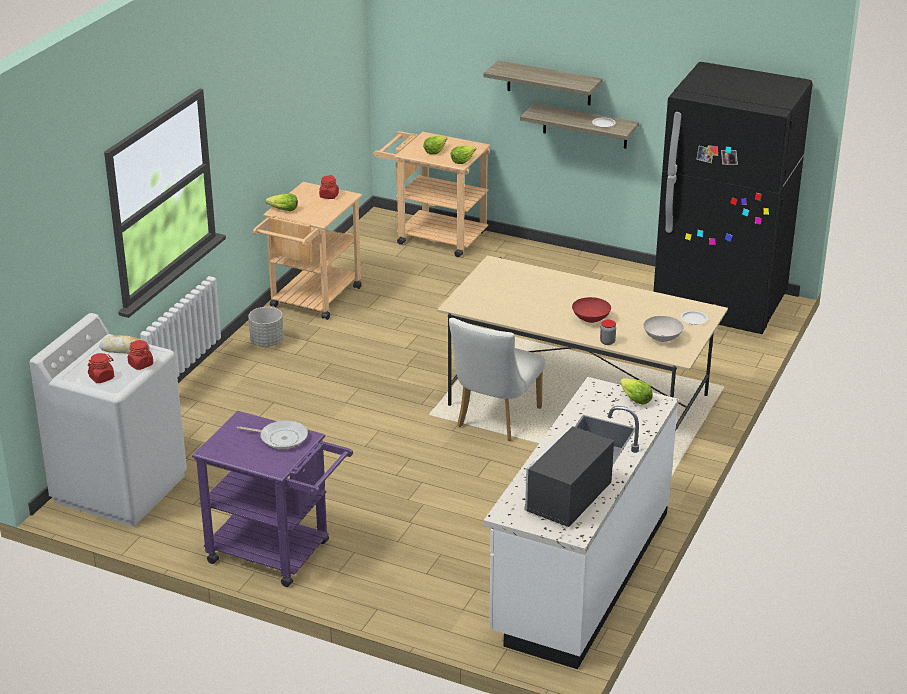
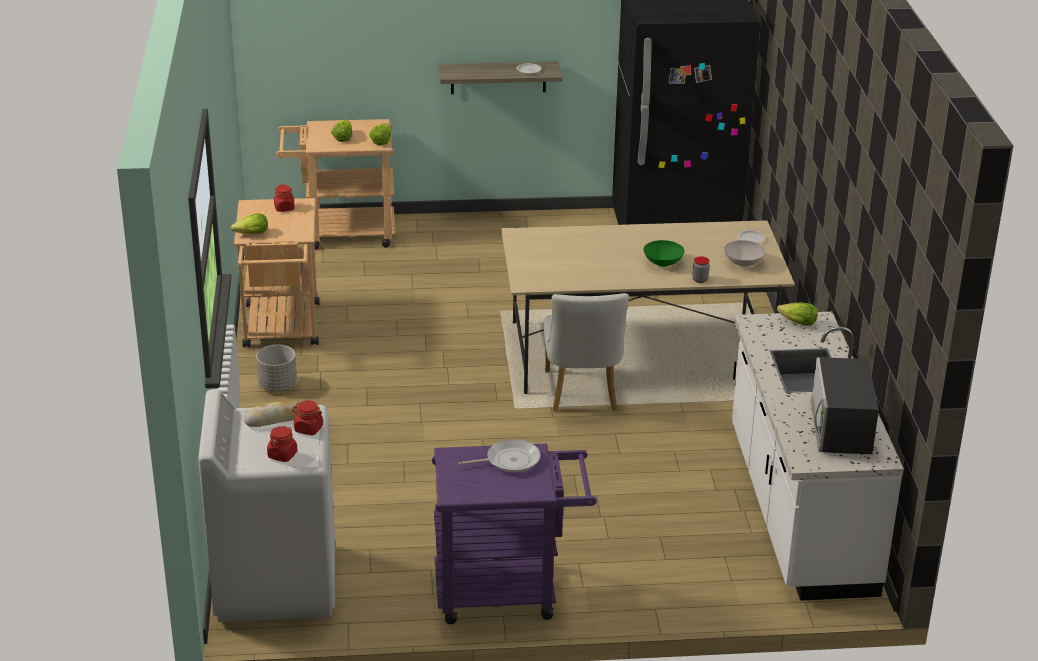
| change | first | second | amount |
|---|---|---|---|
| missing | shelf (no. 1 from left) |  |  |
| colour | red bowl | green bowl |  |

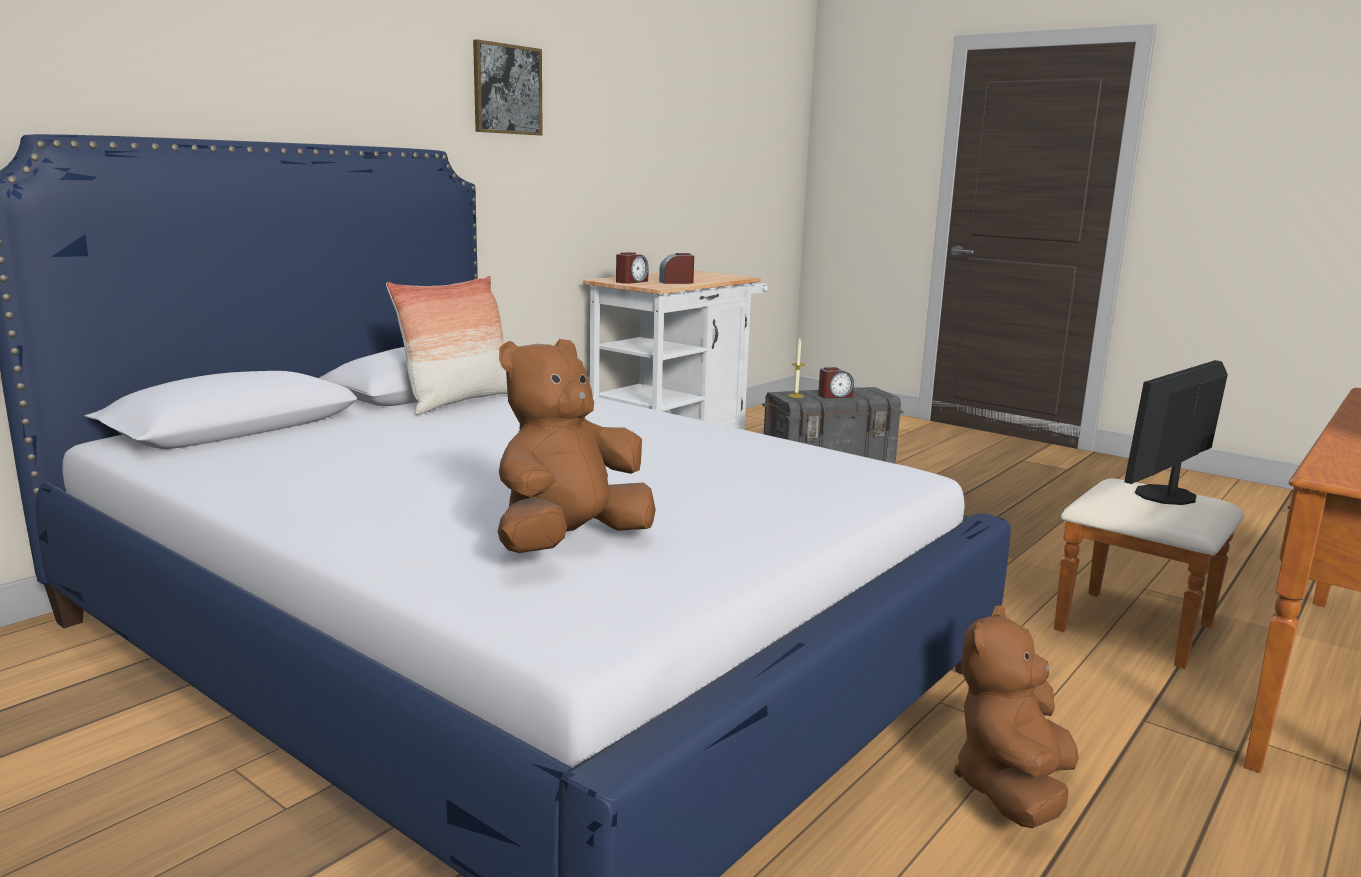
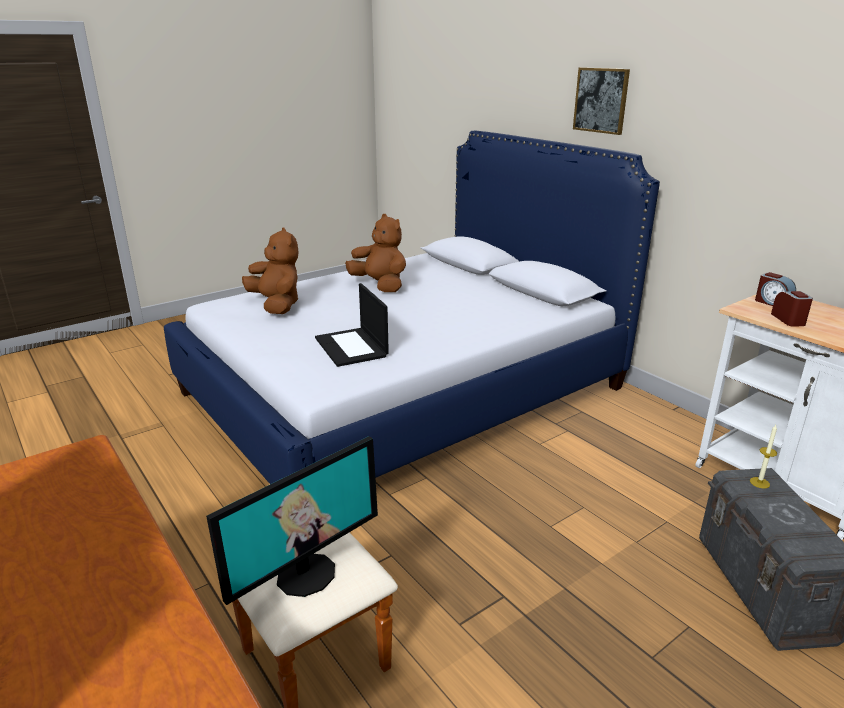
| change | first | second | amount |
|---|---|---|---|
| missing | pillow |  |  |
| relocated | picture |  |  |
| missing | alarm clock (no. 3 from left) |  |  |
| relocated | brown plush toy (no. 2 from left) |  |  |
| spun | monitor |  | 75 degrees clockwise |
| appeared |  | laptop |  |

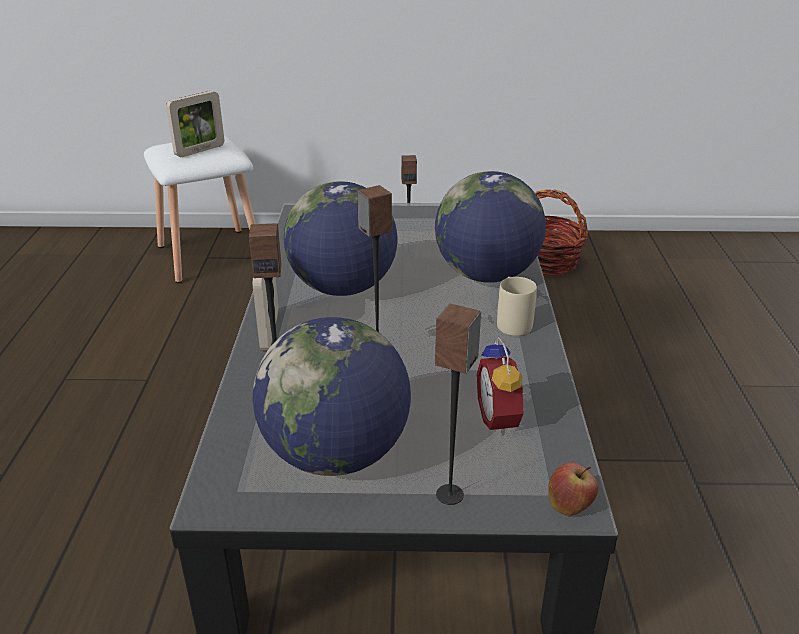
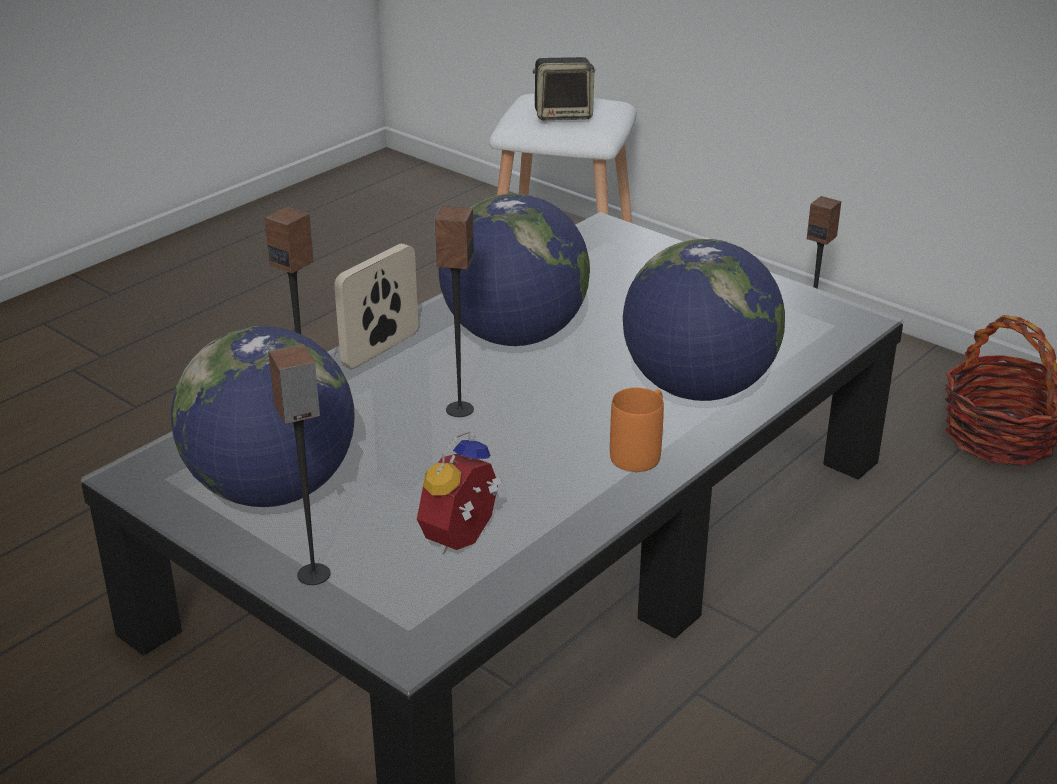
| change | first | second | amount |
|---|---|---|---|
| exchanged | picture frame (no. 1 from left) | speaker (no. 4 from left) |  |
| colour | beige mug | orange mug |  |
| missing | apple |  |  |

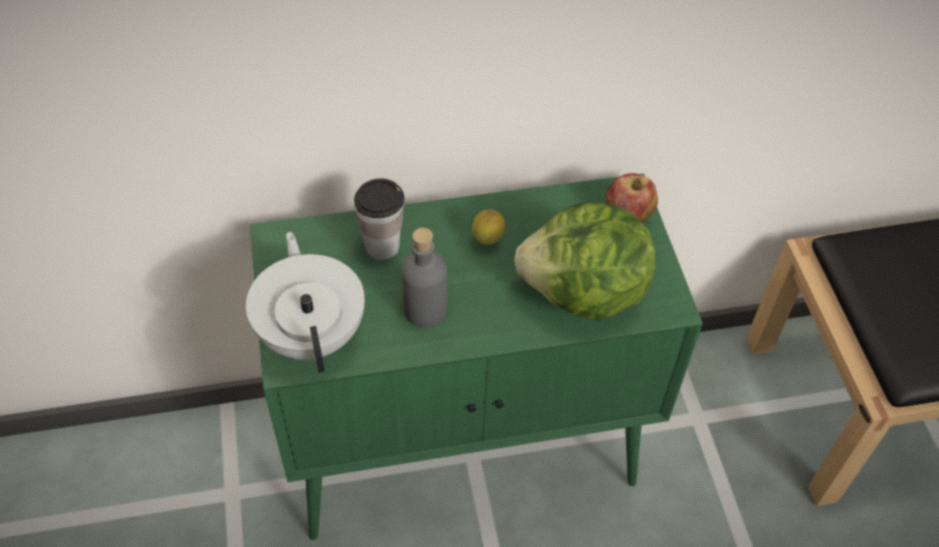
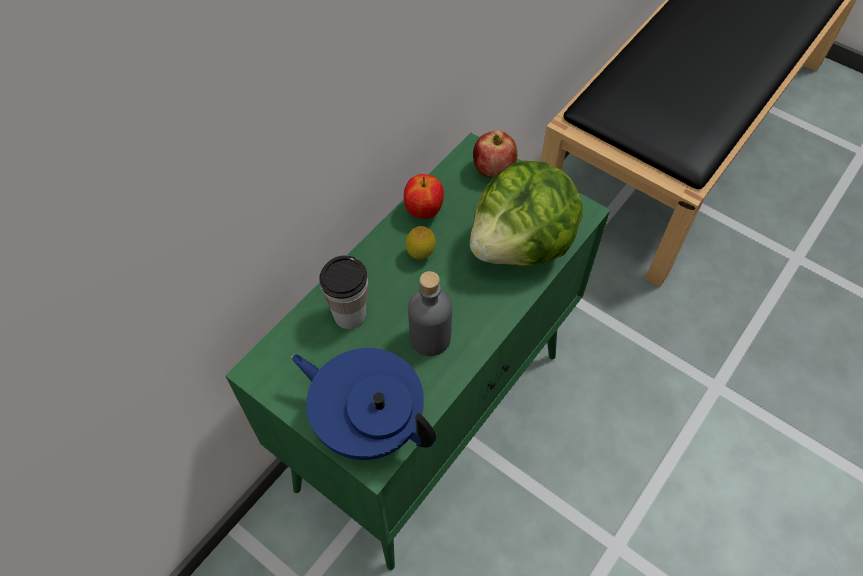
| change | first | second | amount |
|---|---|---|---|
| colour | white teapot | blue teapot |  |
| appeared |  | apple (no. 1 from left) |  |

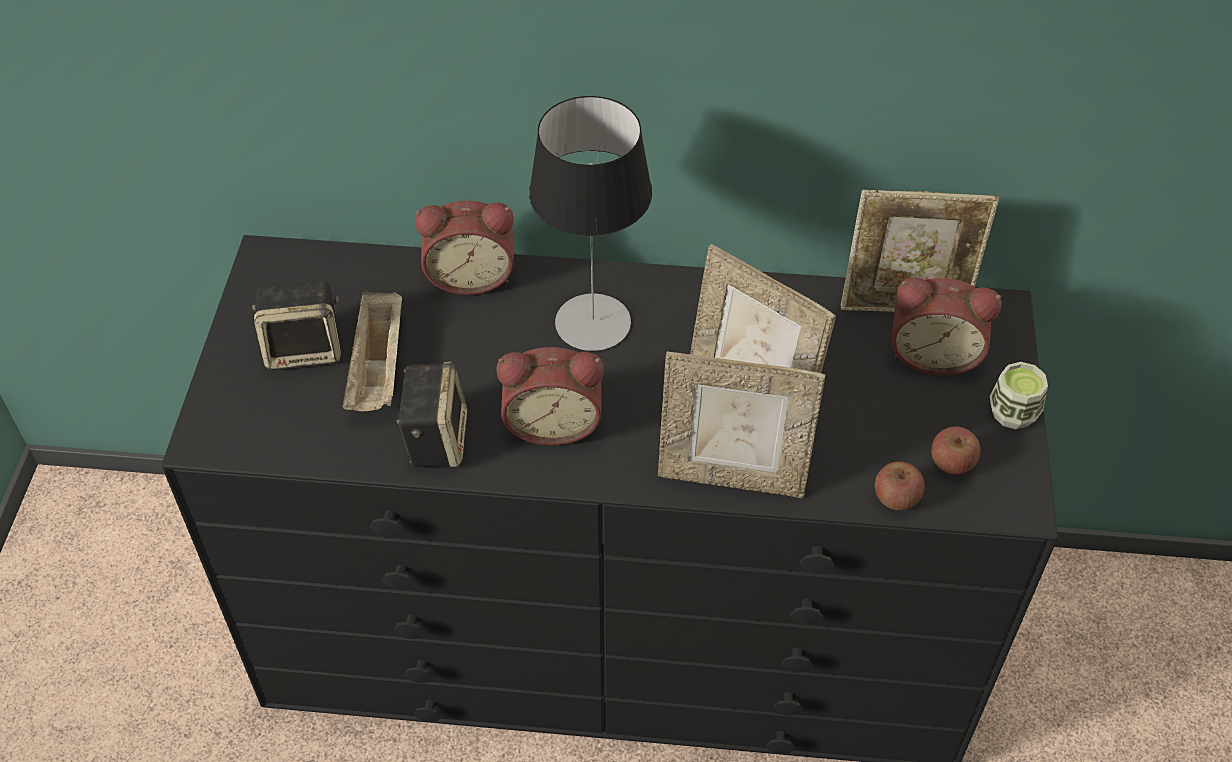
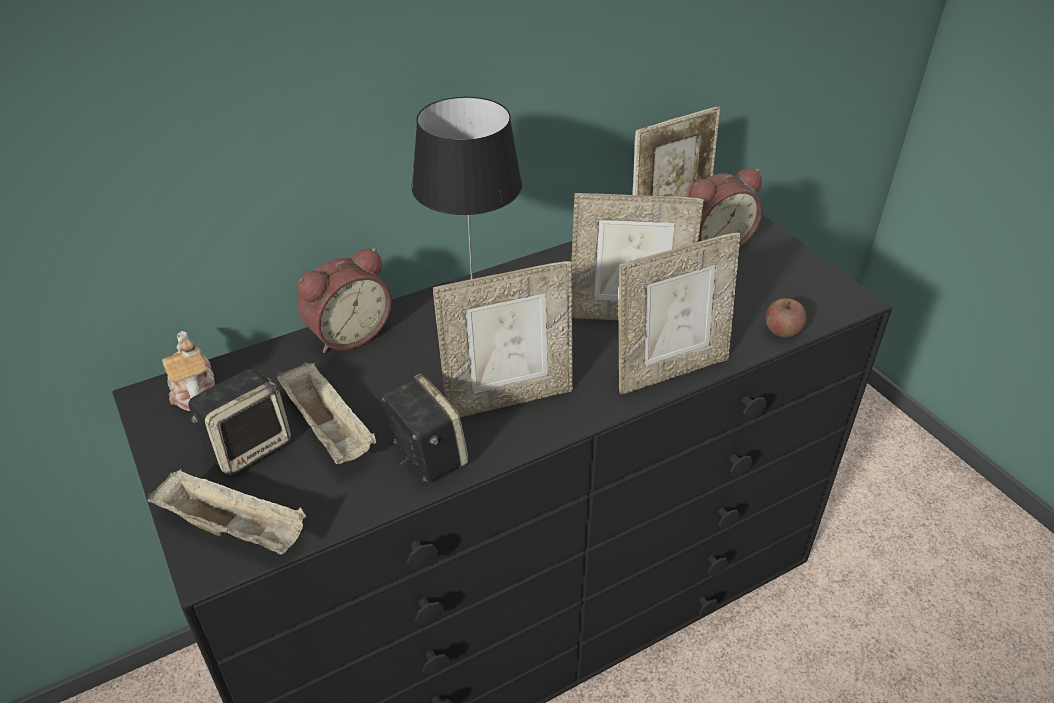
| change | first | second | amount |
|---|---|---|---|
| exchanged | alarm clock (no. 2 from left) | picture frame (no. 1 from left) |  |
| missing | apple (no. 2 from left) |  |  |
| missing | cup |  |  |
| appeared |  | beige tray (no. 1 from left) |  |
| appeared |  | teapot |  |

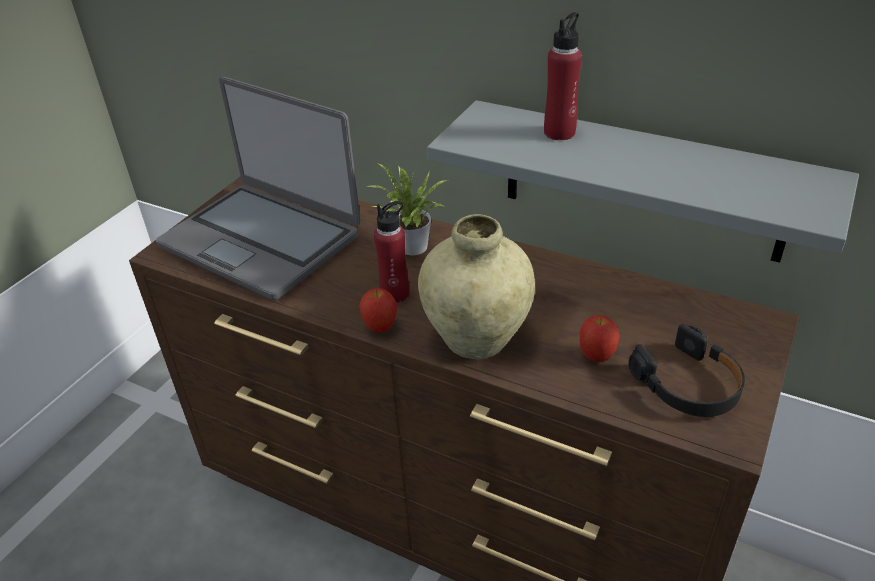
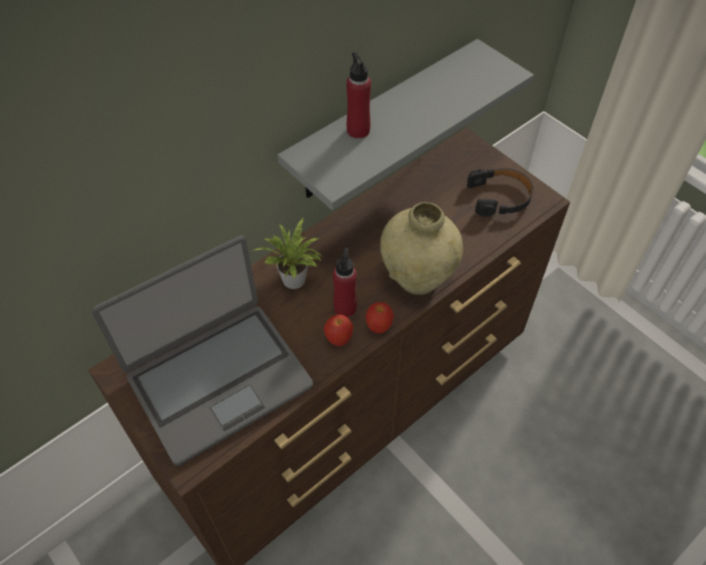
| change | first | second | amount |
|---|---|---|---|
| relocated | apple (no. 2 from left in the first image) | apple (no. 1 from left) |  |

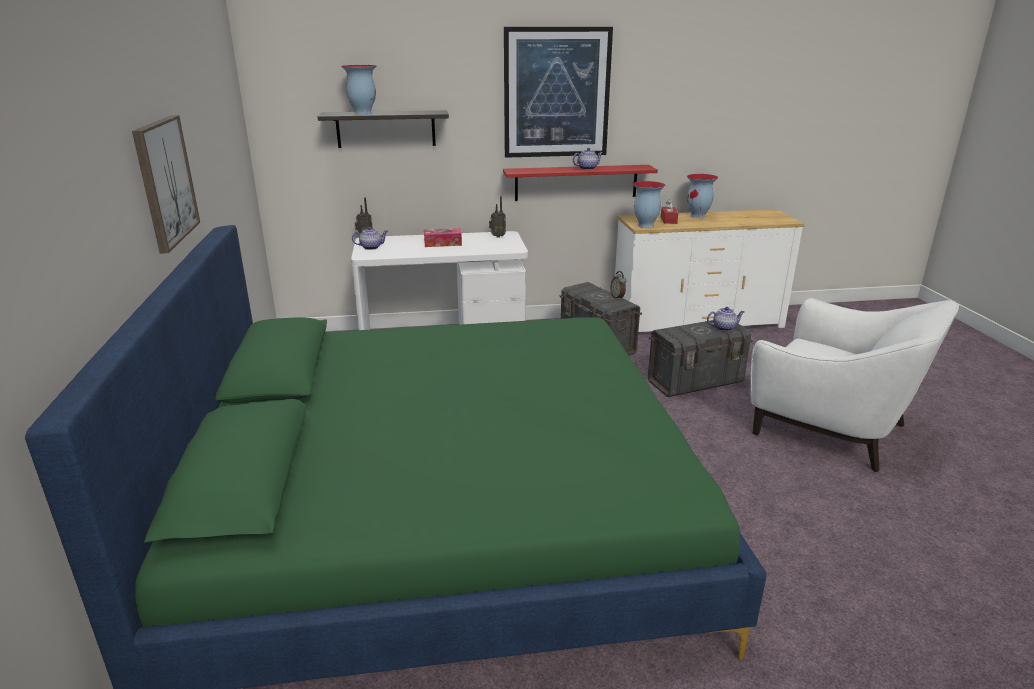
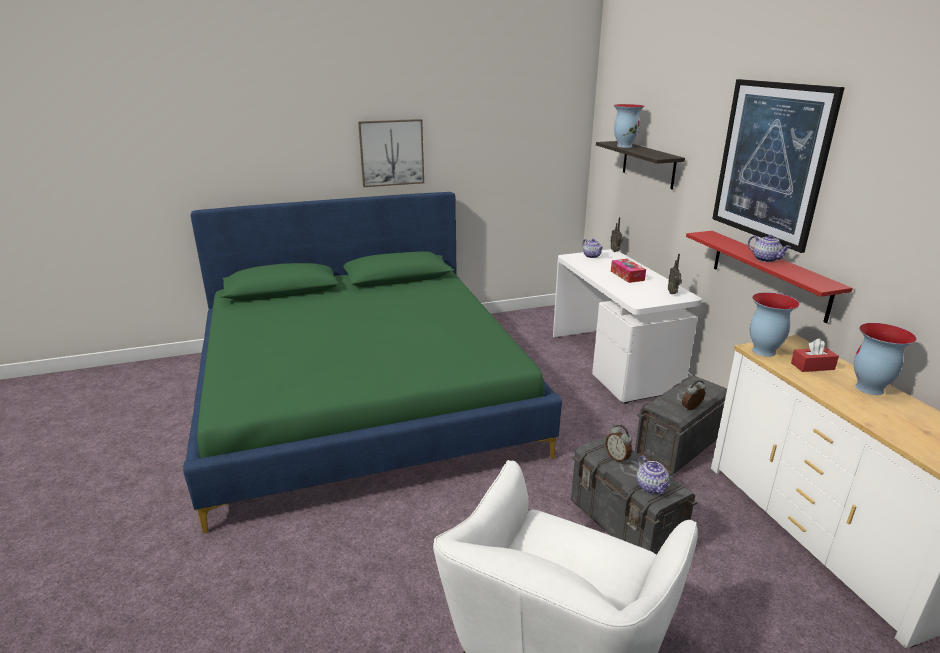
| change | first | second | amount |
|---|---|---|---|
| appeared |  | alarm clock (no. 1 from left) |  |

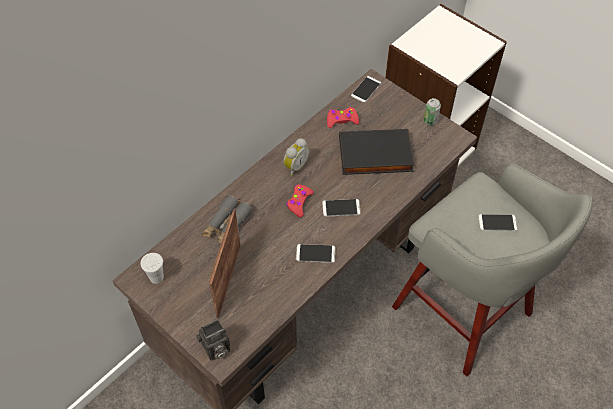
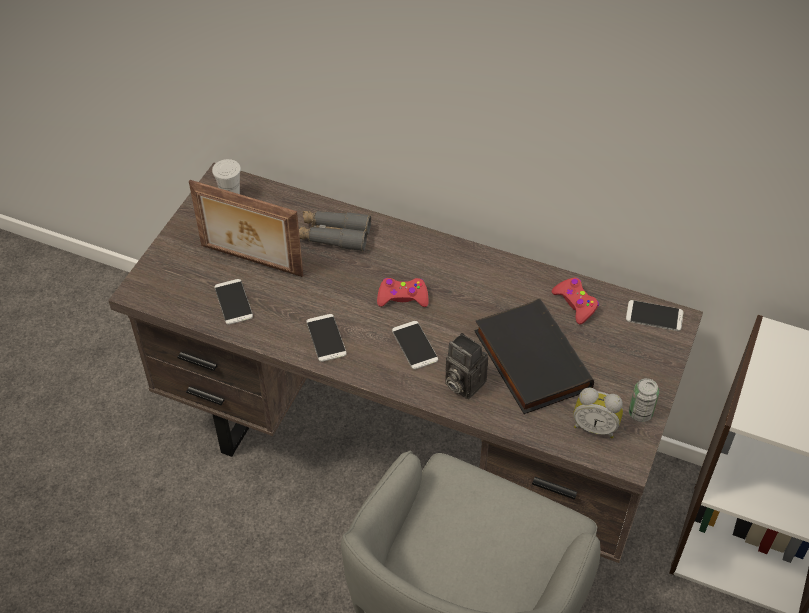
| change | first | second | amount |
|---|---|---|---|
| relocated | photo camera |  |  |
| spun | picture frame |  | 150 degrees counterclockwise |
| relocated | alarm clock |  |  |
| relocated | phone (no. 4 from left in the first image) | phone (no. 1 from left) |  |

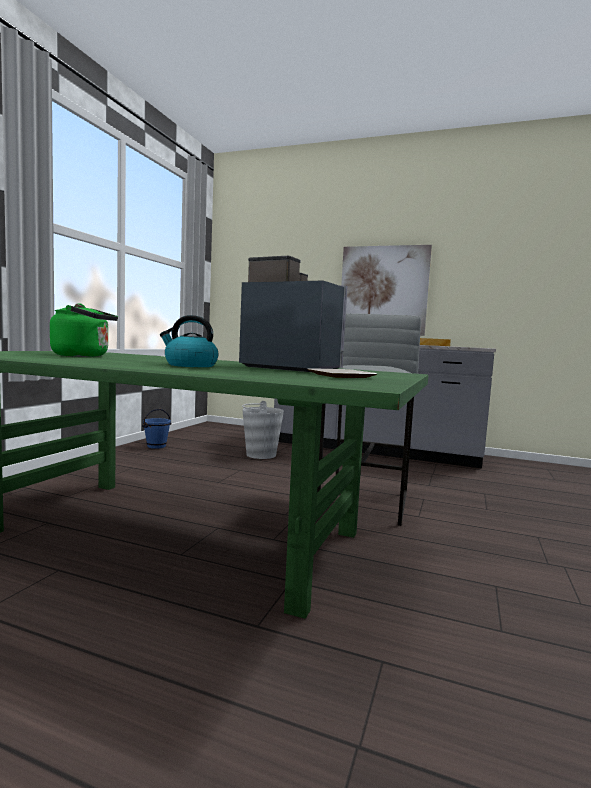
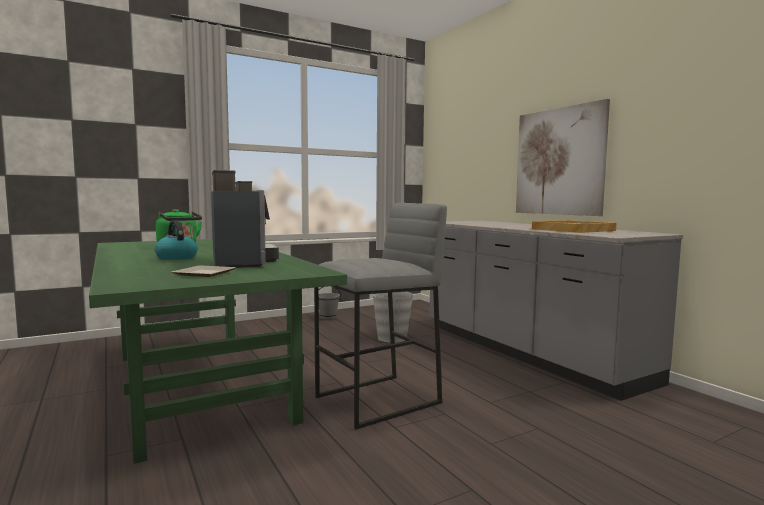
| change | first | second | amount |
|---|---|---|---|
| colour | blue bucket | grey bucket (no. 1 from left) |  |

